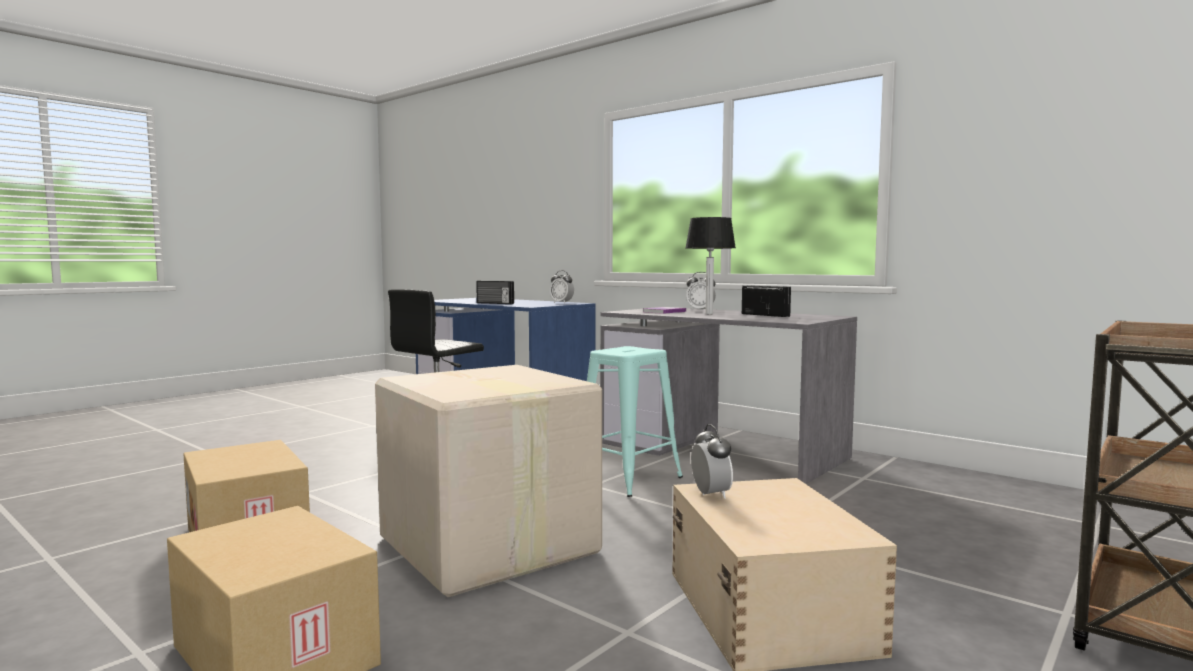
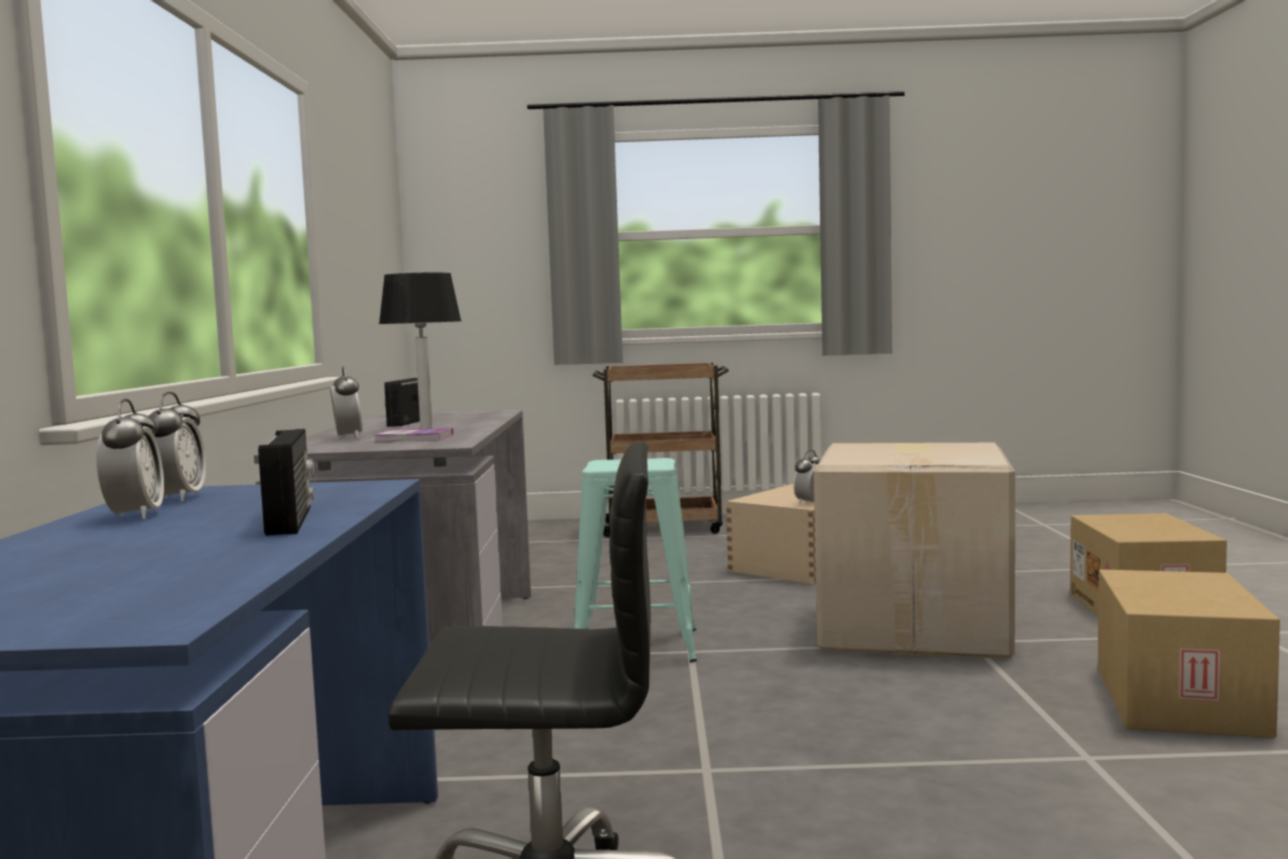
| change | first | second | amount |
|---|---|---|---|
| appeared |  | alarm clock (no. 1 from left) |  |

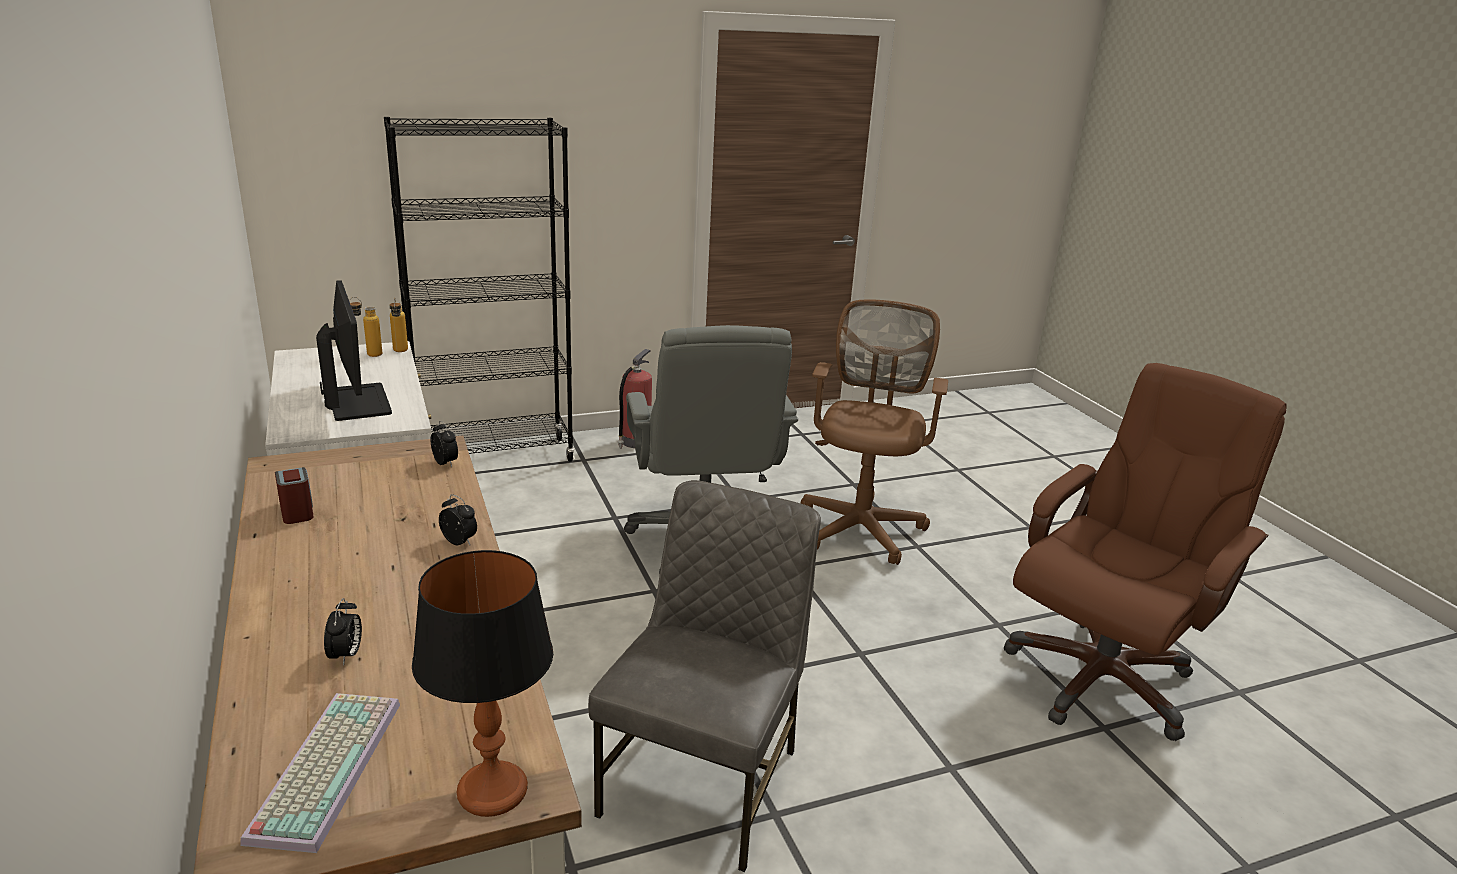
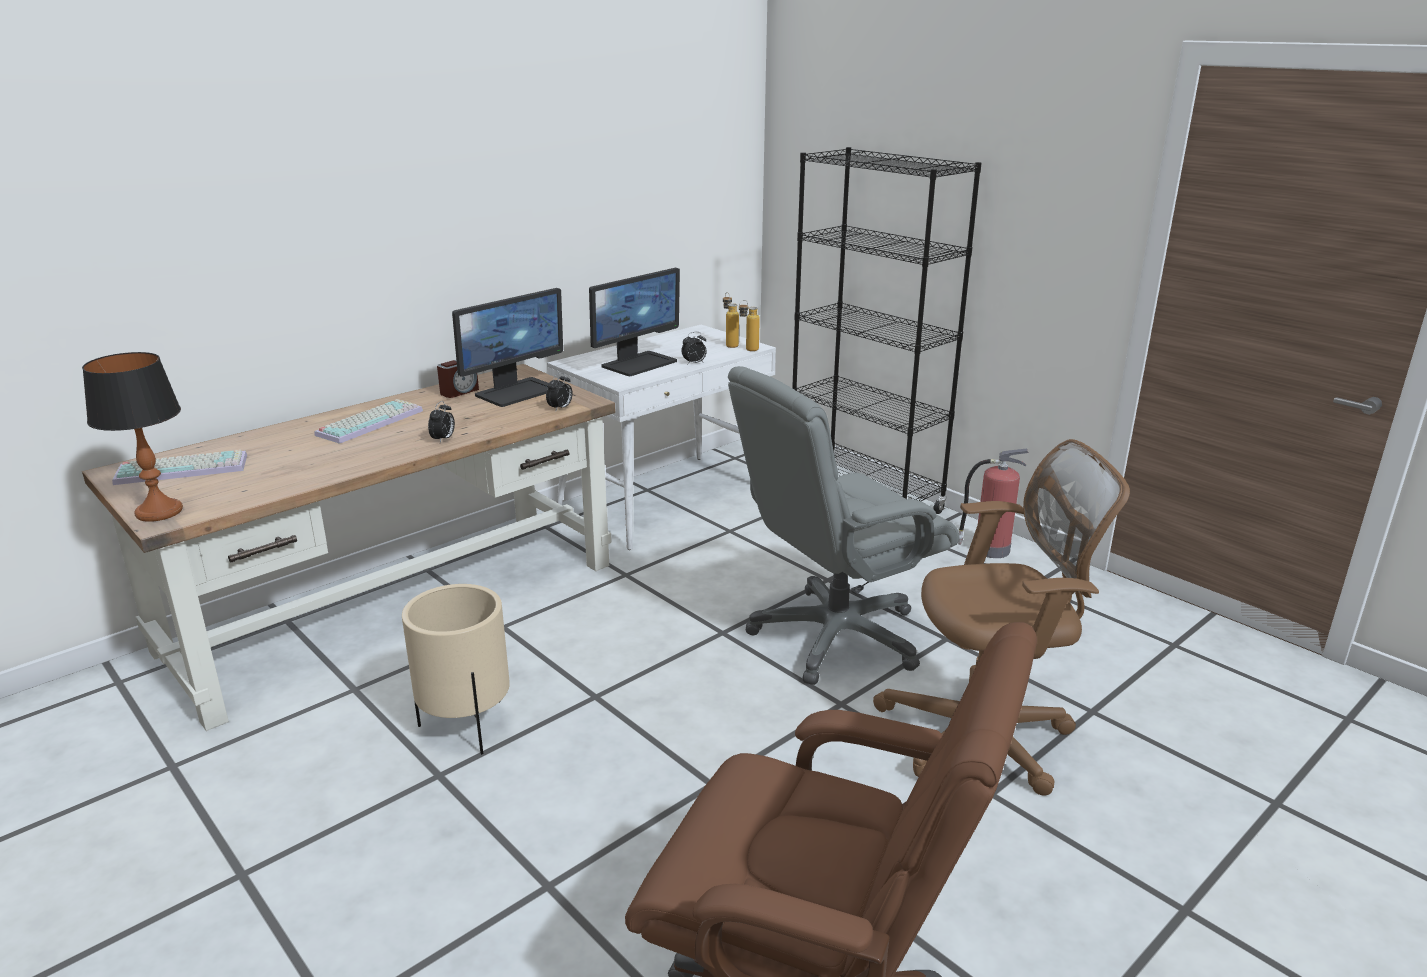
| change | first | second | amount |
|---|---|---|---|
| relocated | alarm clock (no. 2 from left in the first image) | alarm clock (no. 4 from left) |  |
| exchanged | grey chair | beige planter |  |
| appeared |  | keyboard (no. 2 from left) |  |
| appeared |  | monitor (no. 1 from left) |  |

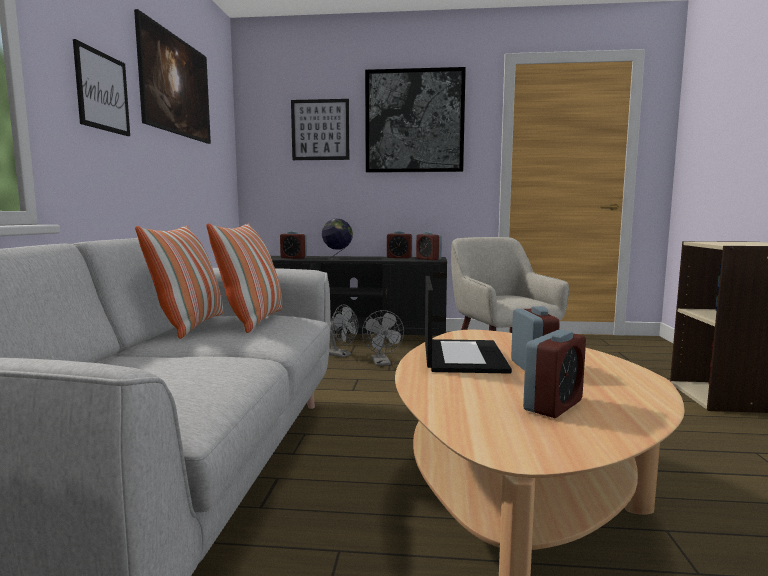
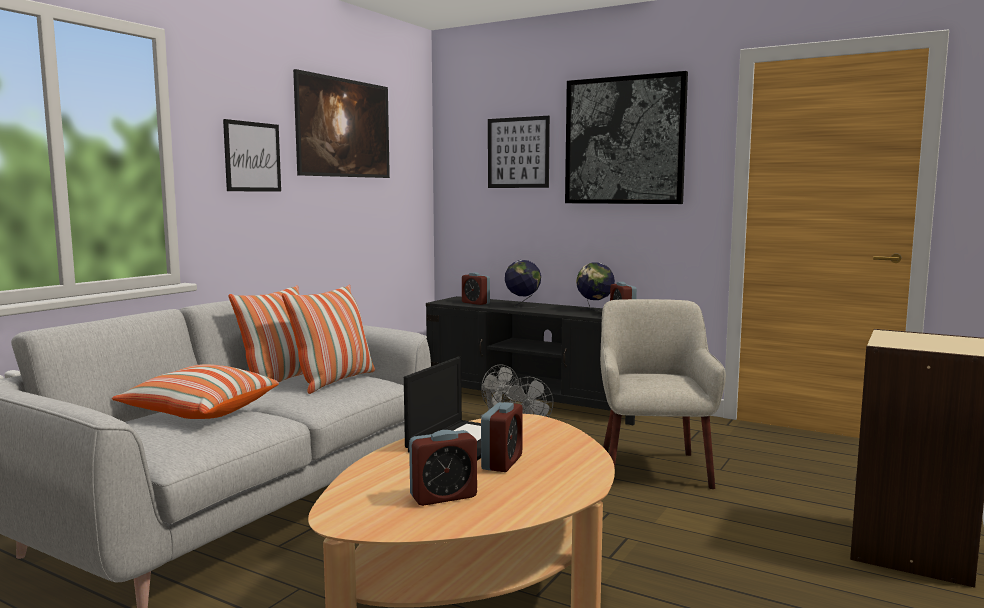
| change | first | second | amount |
|---|---|---|---|
| exchanged | alarm clock (no. 2 from left) | globe (no. 2 from left) |  |
| appeared |  | pillow (no. 1 from left) |  |

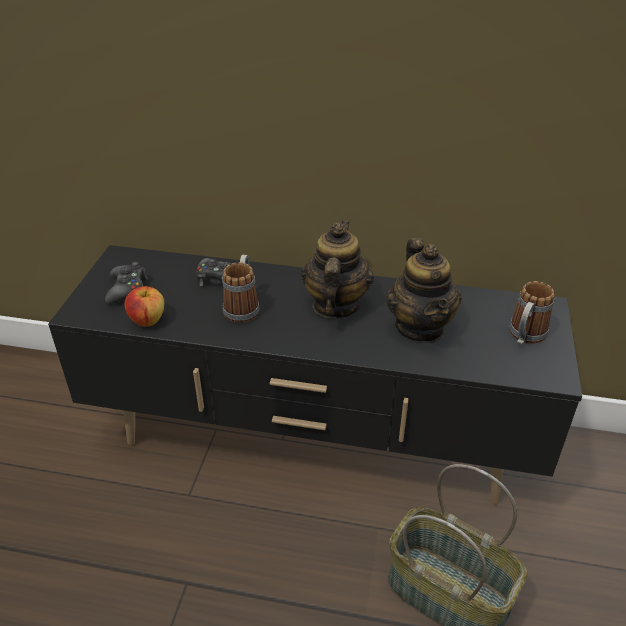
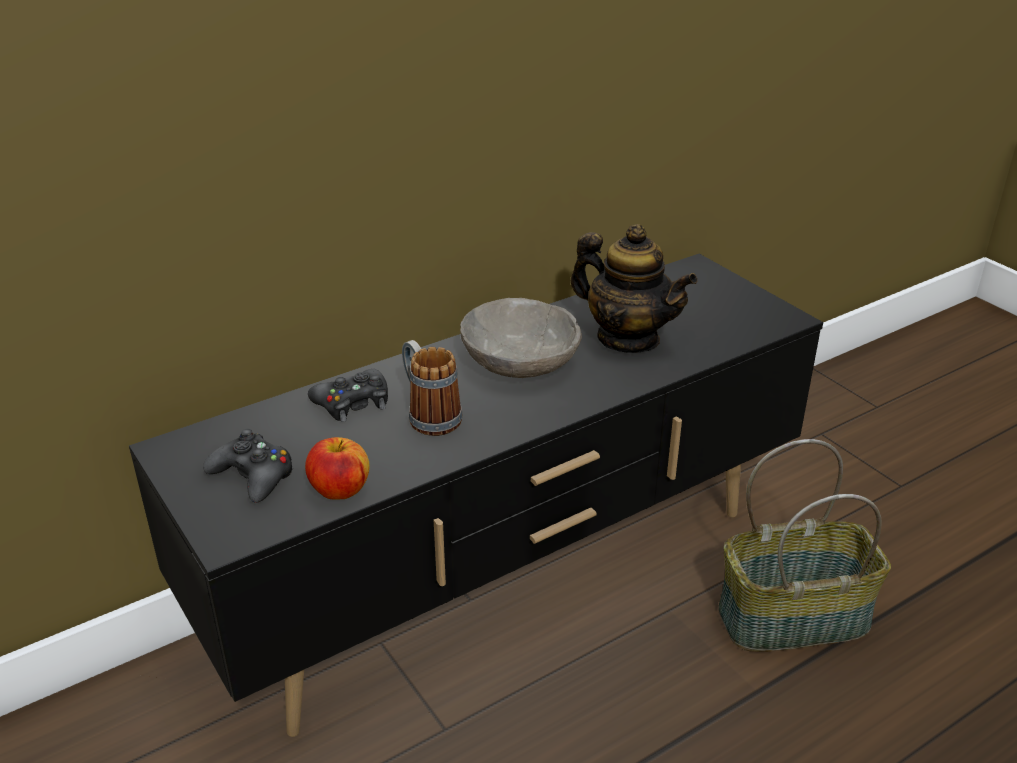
| change | first | second | amount |
|---|---|---|---|
| exchanged | teapot (no. 1 from left) | grey bowl |  |
| missing | mug (no. 2 from left) |  |  |

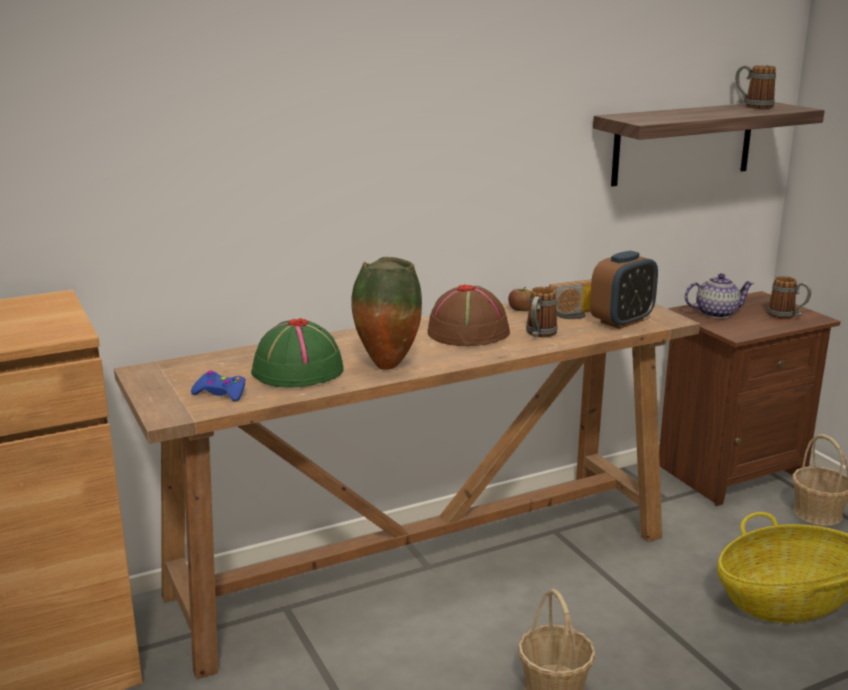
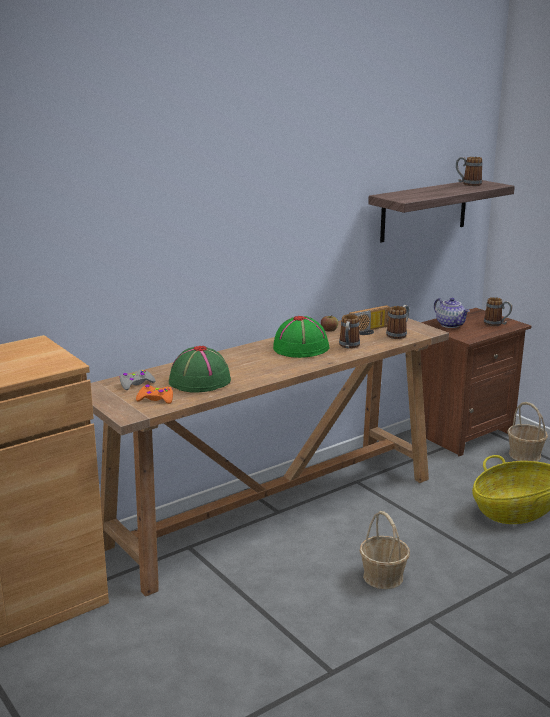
| change | first | second | amount |
|---|---|---|---|
| colour | blue game controller | orange game controller |  |
| missing | vase |  |  |
| colour | brown hat | green hat (no. 2 from left) |  |
| exchanged | alarm clock | mug (no. 2 from left) |  |
| spun | teapot |  | 75 degrees clockwise |
| appeared |  | grey game controller |  |

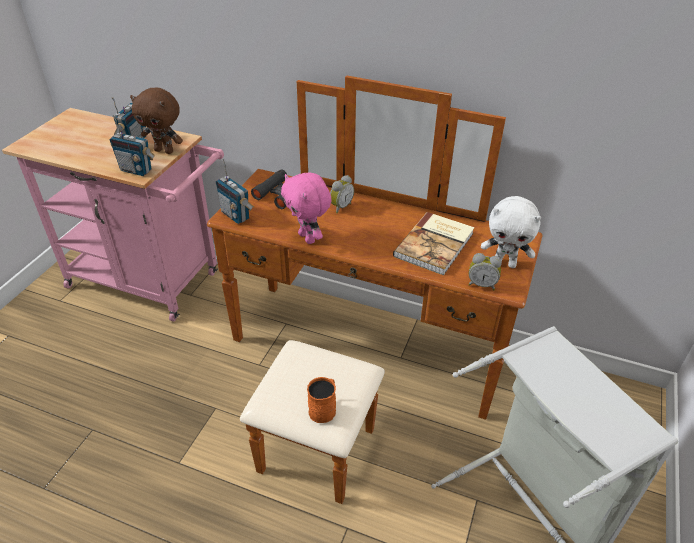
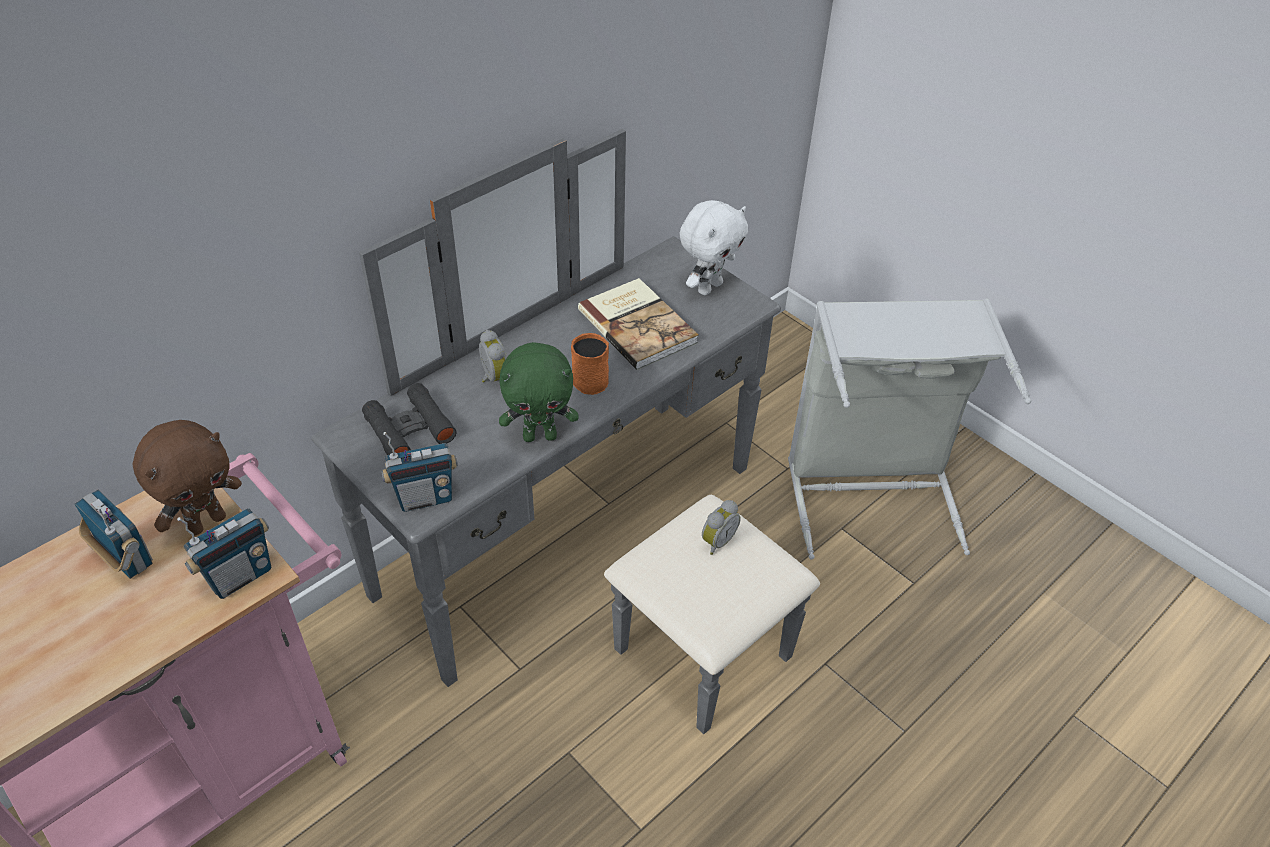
| change | first | second | amount |
|---|---|---|---|
| colour | brown dresser | grey dresser |  |
| colour | pink plush toy | green plush toy |  |
| relocated | orange mug |  |  |
| relocated | alarm clock (no. 2 from left) |  |  |

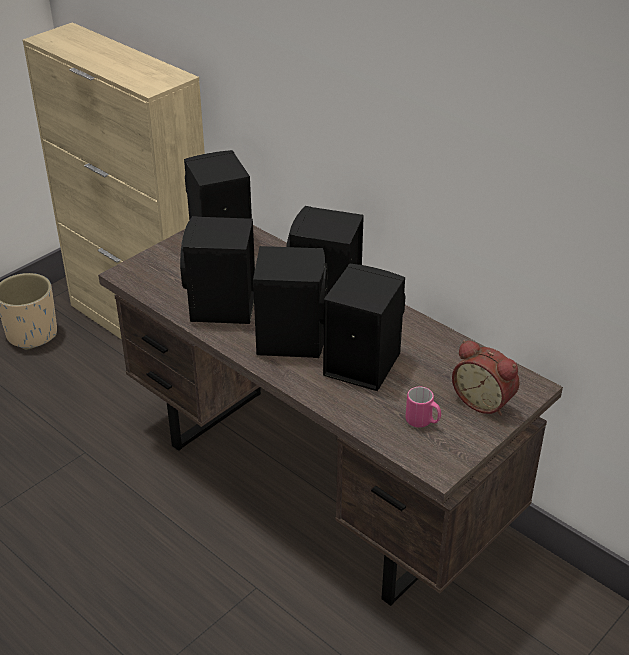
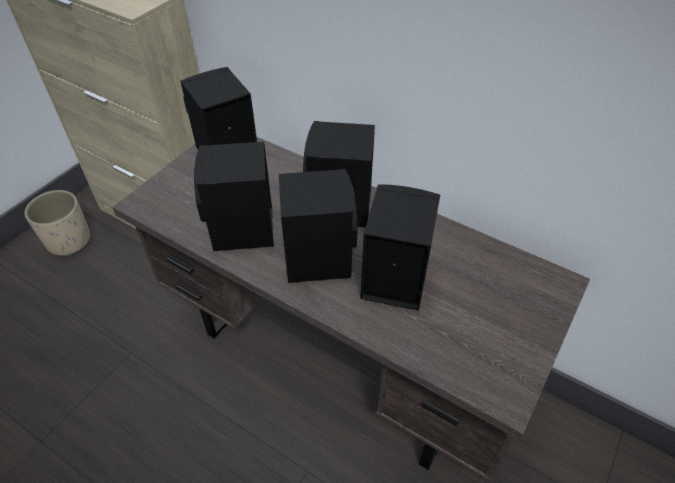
| change | first | second | amount |
|---|---|---|---|
| missing | pink mug |  |  |
| missing | alarm clock |  |  |

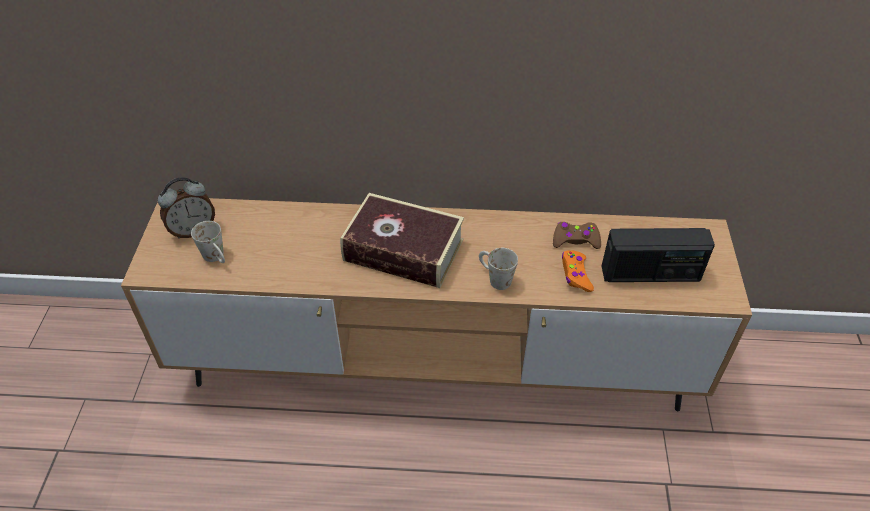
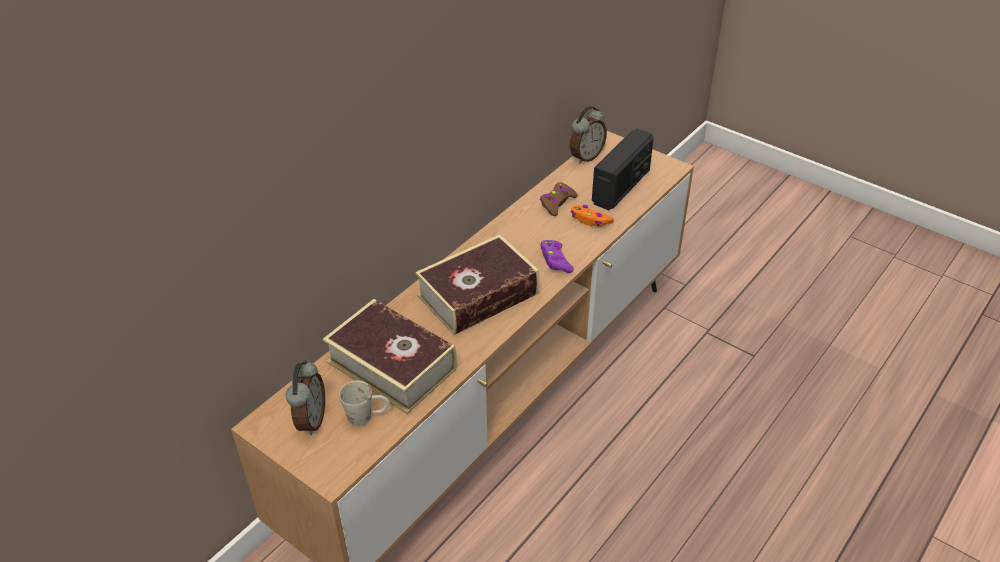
| change | first | second | amount |
|---|---|---|---|
| exchanged | white mug (no. 2 from left) | purple game controller |  |
| appeared |  | book (no. 1 from left) |  |
| appeared |  | alarm clock (no. 2 from left) |  |

